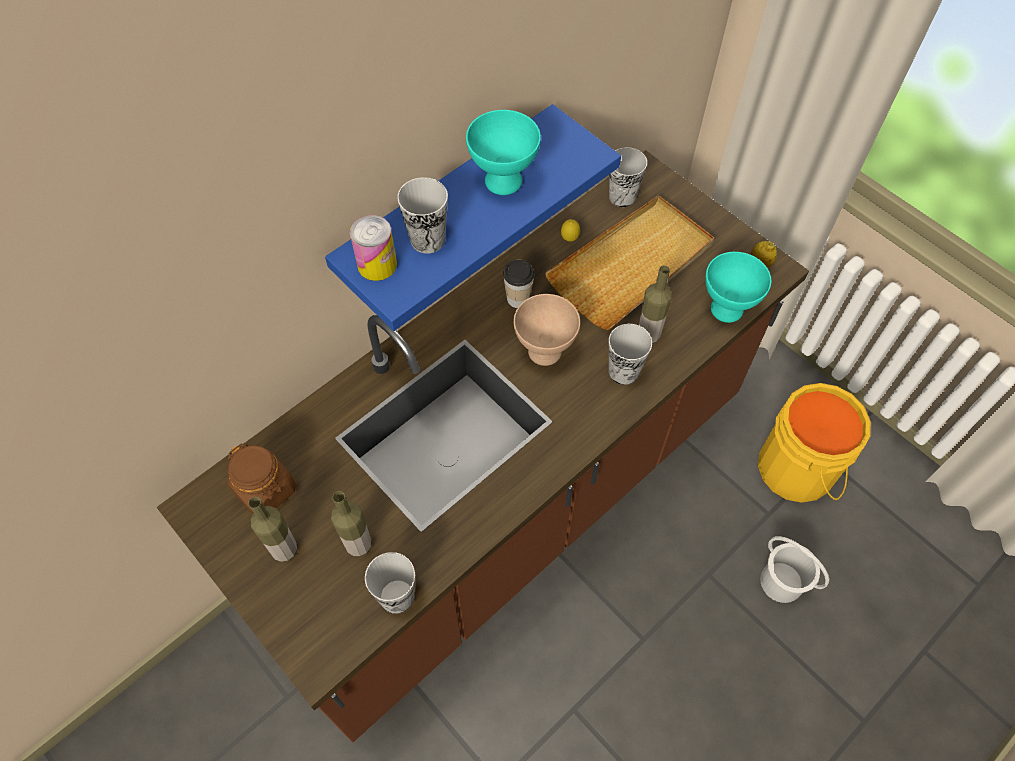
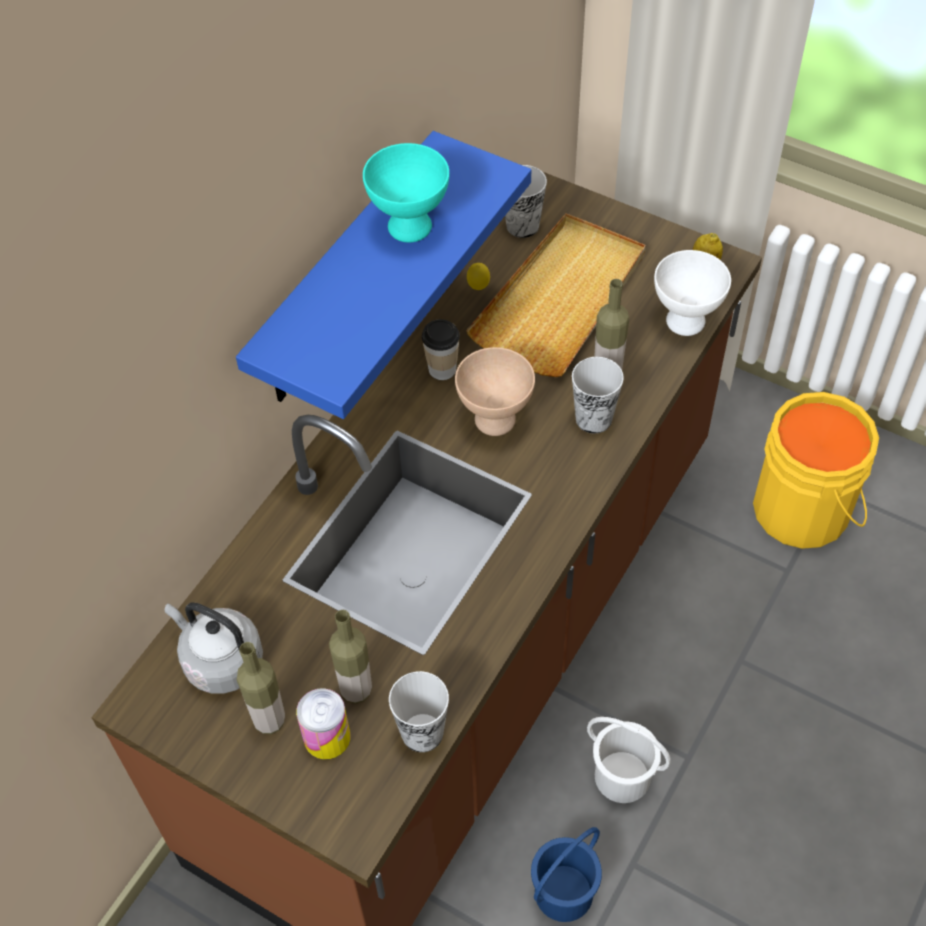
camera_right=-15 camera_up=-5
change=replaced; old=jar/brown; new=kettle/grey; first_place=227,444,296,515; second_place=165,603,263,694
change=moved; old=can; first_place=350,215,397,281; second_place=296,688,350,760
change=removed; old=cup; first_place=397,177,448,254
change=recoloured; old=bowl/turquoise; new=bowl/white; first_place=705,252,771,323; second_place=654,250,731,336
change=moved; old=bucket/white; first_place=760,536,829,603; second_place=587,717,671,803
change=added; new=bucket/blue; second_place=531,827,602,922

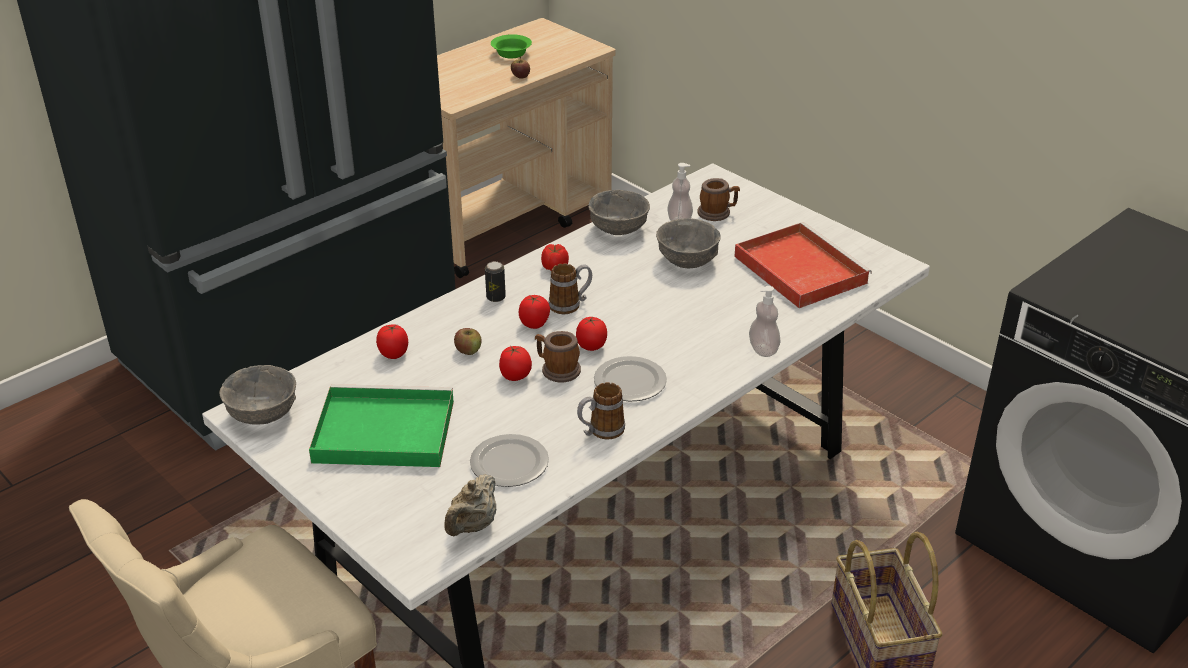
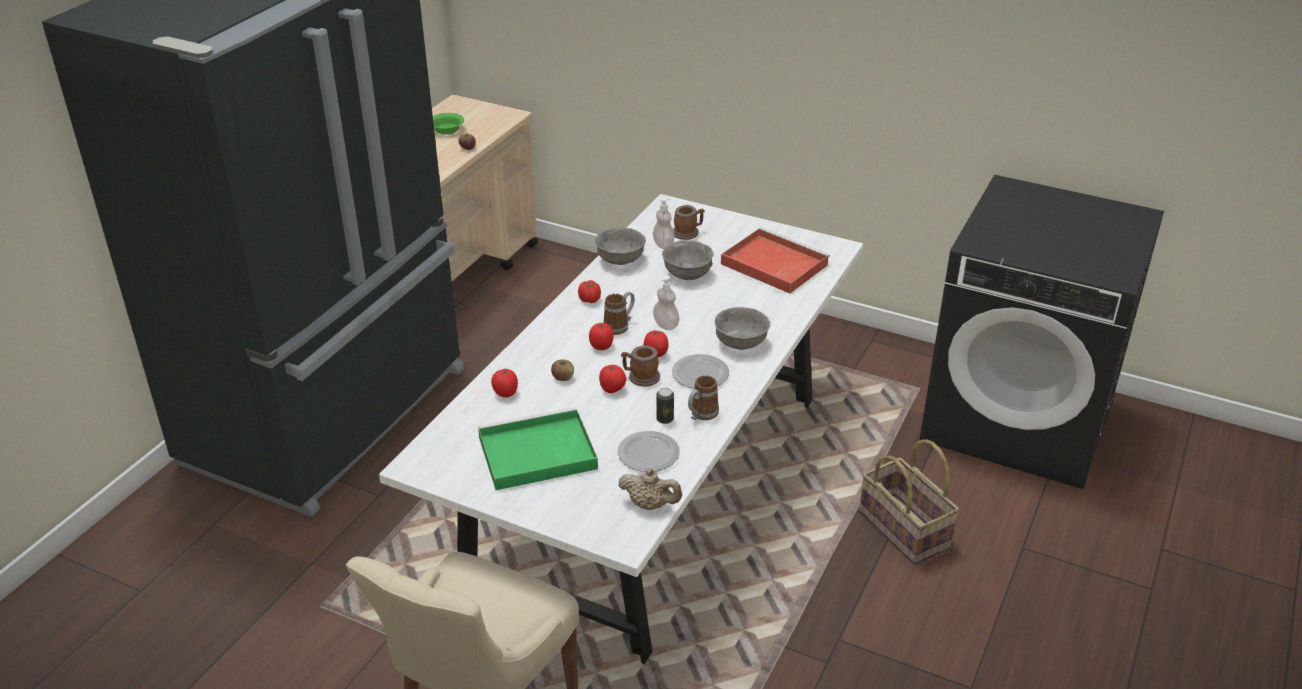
camera_right=-20 camera_up=0
change=moved; old=bowl/grey; first_place=219,365,296,425; second_place=715,307,770,350
change=turned; old=teapot/beige; first_place=444,474,496,536; second_place=618,468,682,510; degrees=-75
change=moved; old=can; first_place=485,261,506,302; second_place=656,388,674,424
change=moved; old=soap dispenser; first_place=749,286,781,357; second_place=653,275,680,330

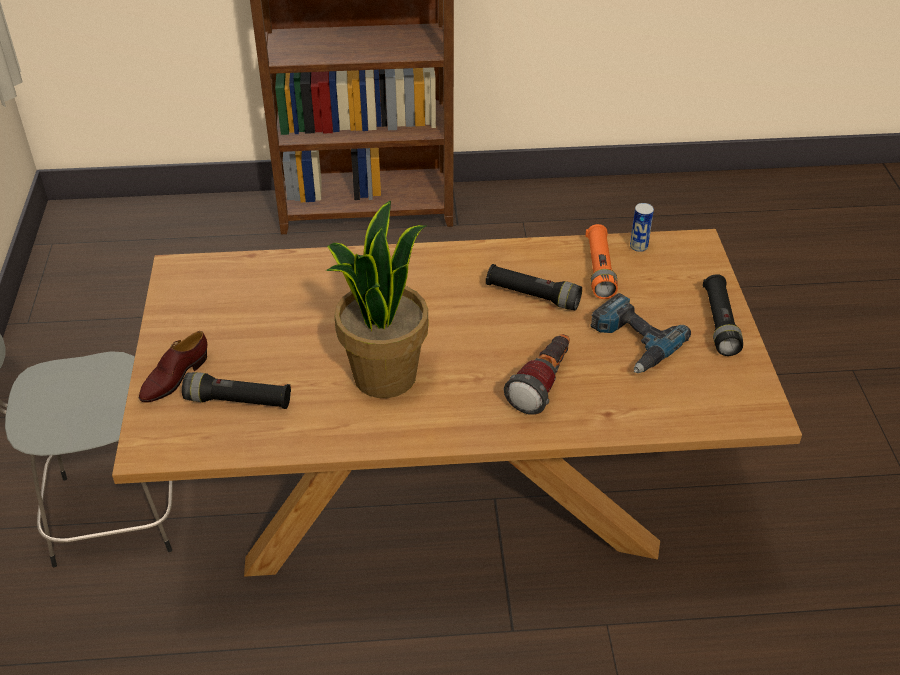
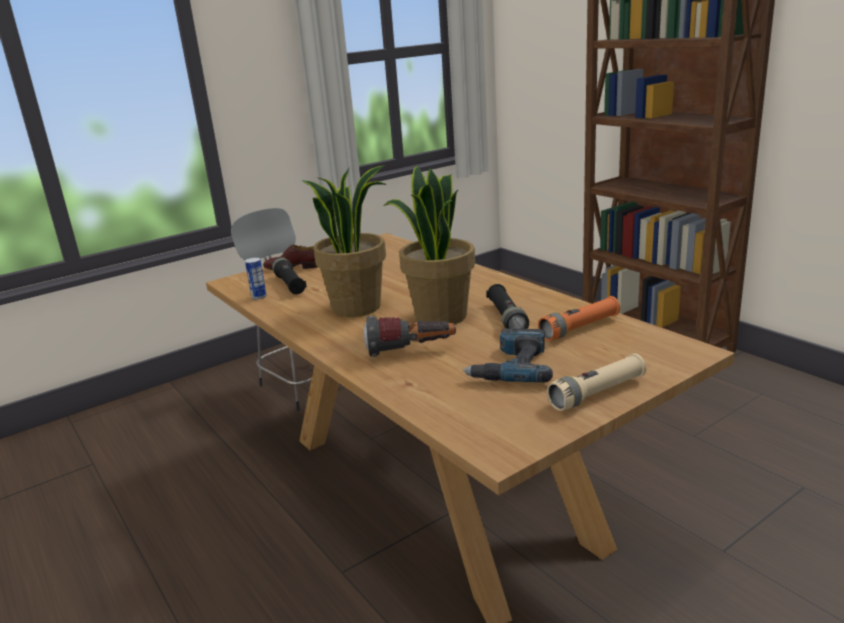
camera_right=60 camera_up=-20
change=moved; old=can; first_place=630,203,654,252; second_place=245,257,267,300
change=recoloured; old=flashlight/black; new=flashlight/beige; first_place=703,274,743,356; second_place=547,353,646,411
change=added; new=potted plant; second_place=383,165,475,324

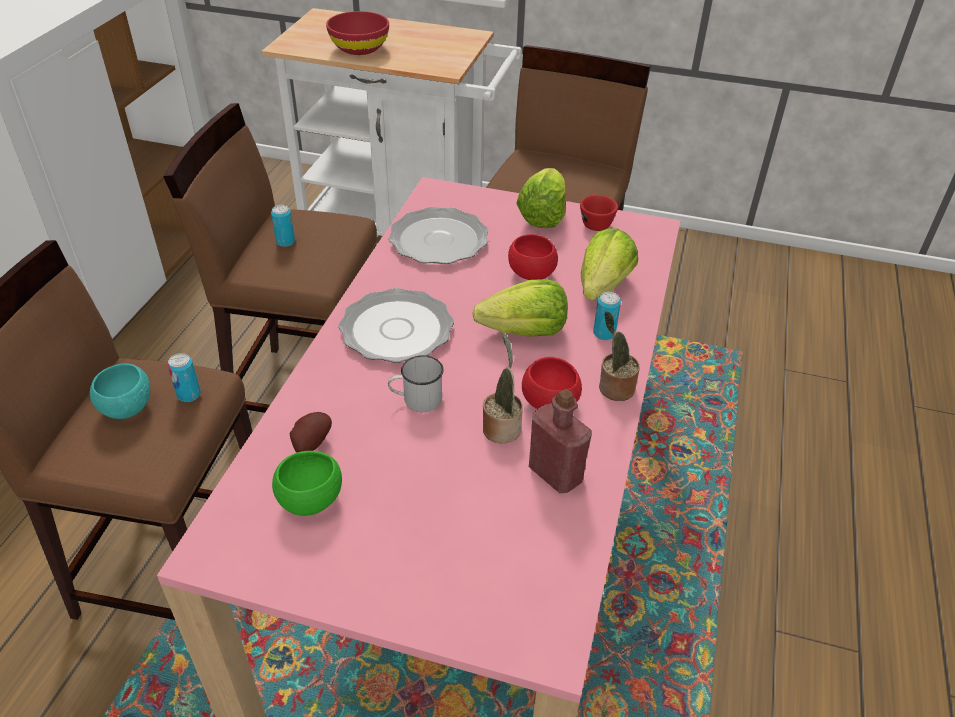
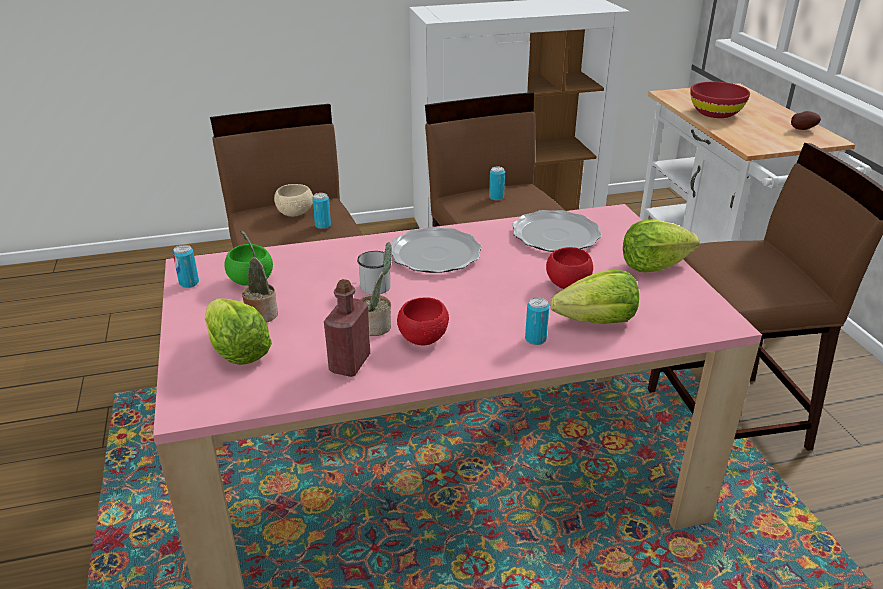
camera_right=60 camera_up=-10
change=recoloured; old=bowl/turquoise; new=bowl/beige; first_place=90,363,150,419; second_place=274,184,313,217
change=moved; old=potato; first_place=290,412,332,453; second_place=791,111,821,130
change=moved; old=lettuce; first_place=472,279,568,337; second_place=205,298,272,365
change=removed; old=cup/red; first_place=580,194,618,231
change=moved; old=potted plant; first_place=599,311,640,401; second_place=240,230,278,323
change=added; new=can; second_place=173,245,199,288

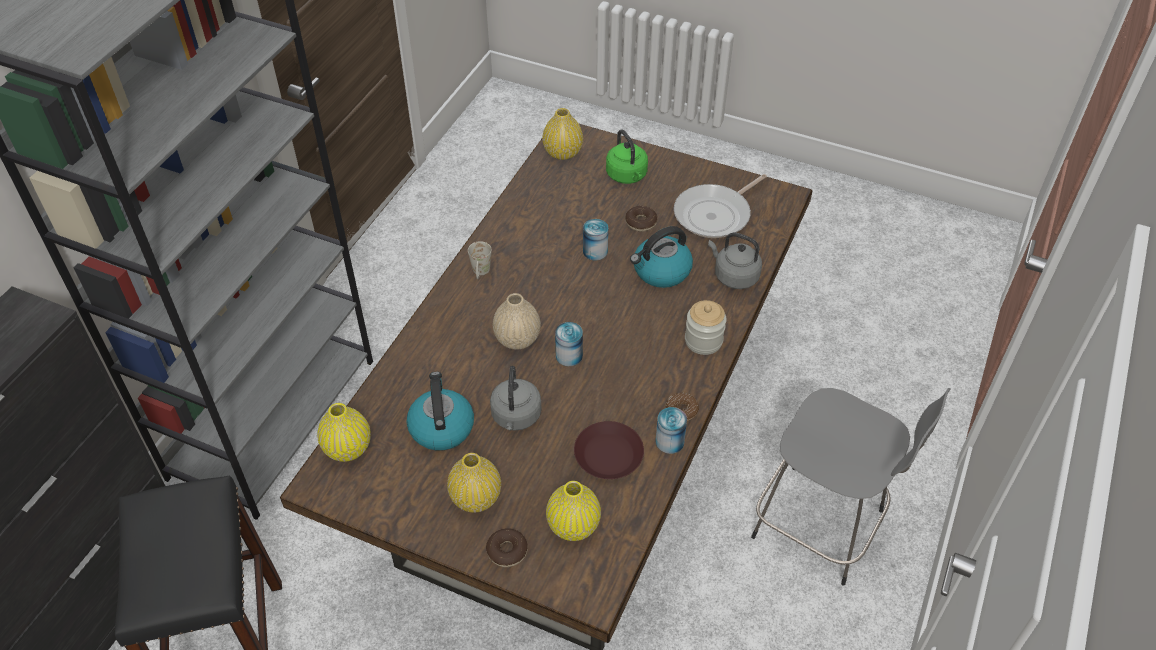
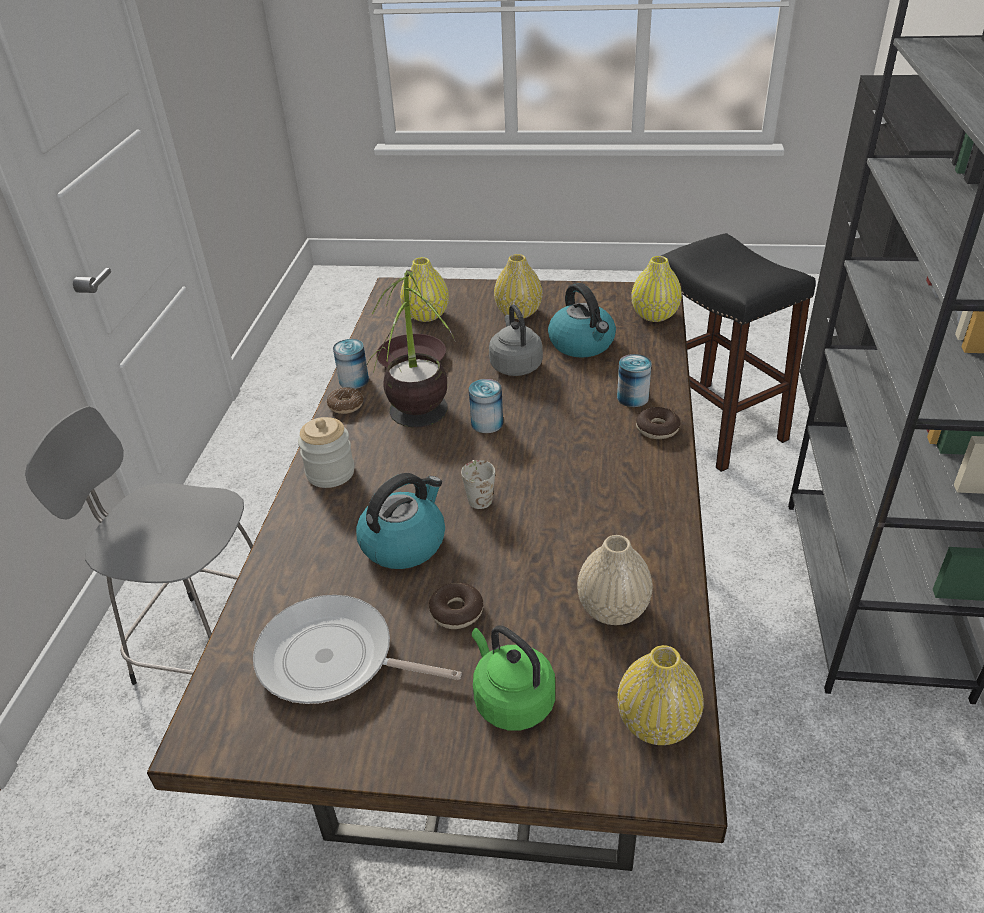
camera_right=165 camera_up=-10
change=moved; old=mug/white; first_place=468,241,492,279; second_place=461,460,495,509
change=moved; old=donut; first_place=486,528,528,567; second_place=636,407,680,439
change=moved; old=vase/beige; first_place=493,293,541,350; second_place=577,535,653,625
change=moved; old=can; first_place=583,219,608,260; second_place=617,354,652,407
change=turned; old=frying pan; first_place=674,174,767,238; second_place=253,595,462,704; degrees=-105
change=removed; old=kettle/grey; first_place=708,233,762,289
change=added; new=potted plant; second_place=366,270,455,428

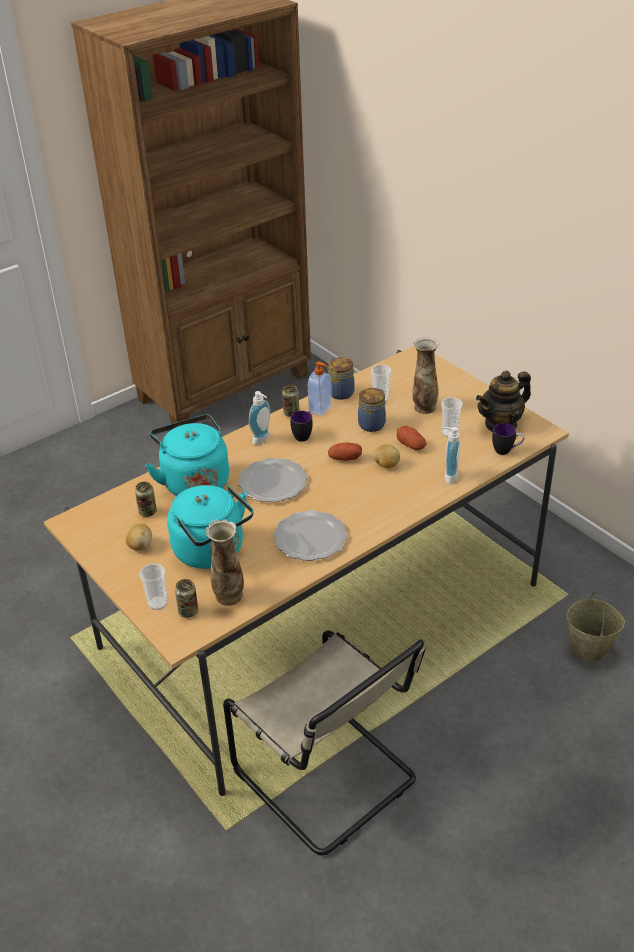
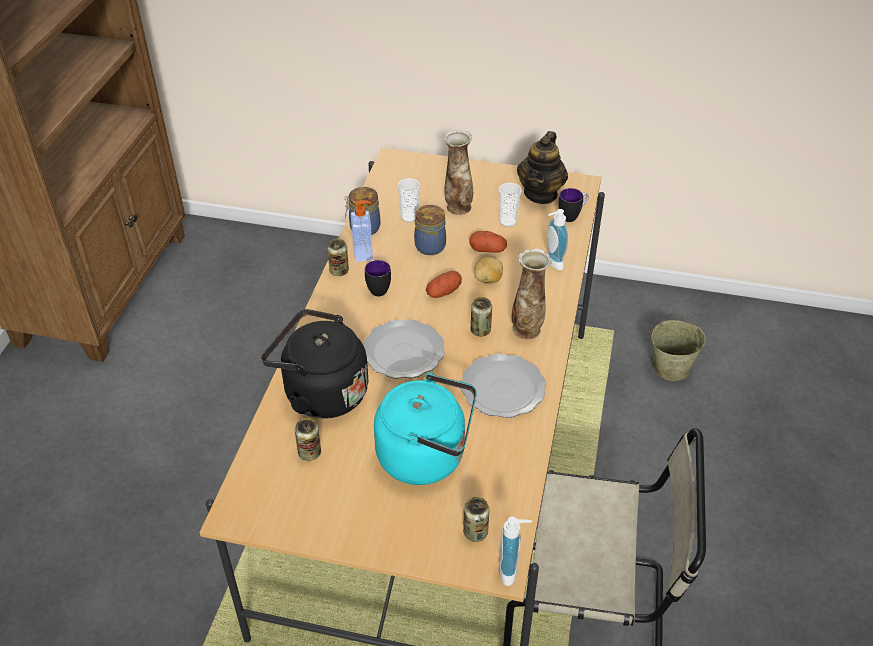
camera_right=-40 camera_up=5
change=removed; old=potato; first_place=126,523,152,551
change=removed; old=cup; first_place=140,563,168,610
change=recoloured; old=kettle/turquoise; new=kettle/black; first_place=146,414,229,496; second_place=261,309,368,419
change=moved; old=vase; first_place=206,519,244,606; second_place=512,248,552,340
change=moved; old=soap dispenser; first_place=249,391,270,445; second_place=498,517,532,586
change=added; new=can; second_place=471,297,492,336

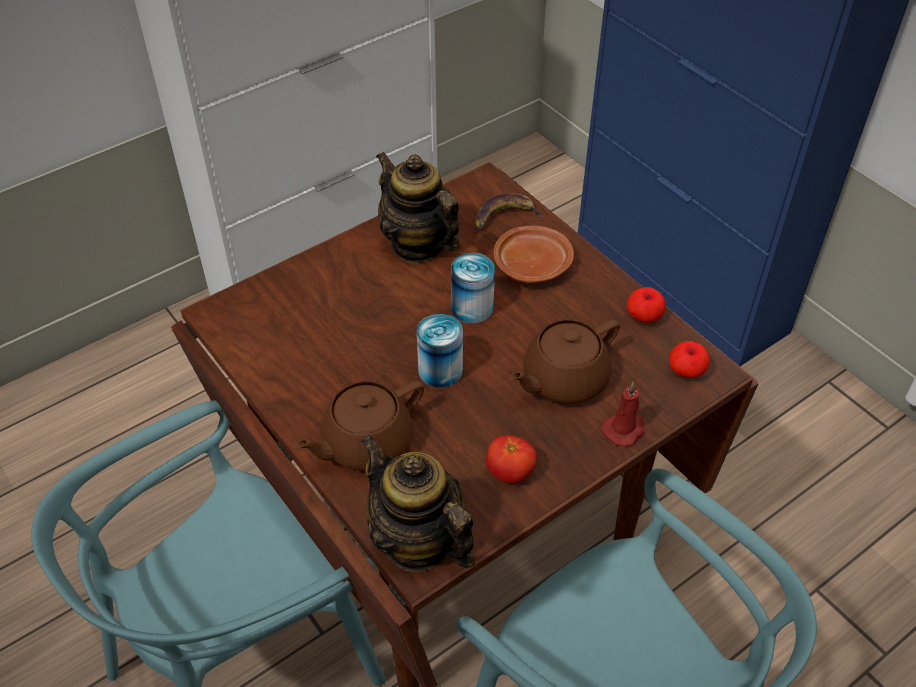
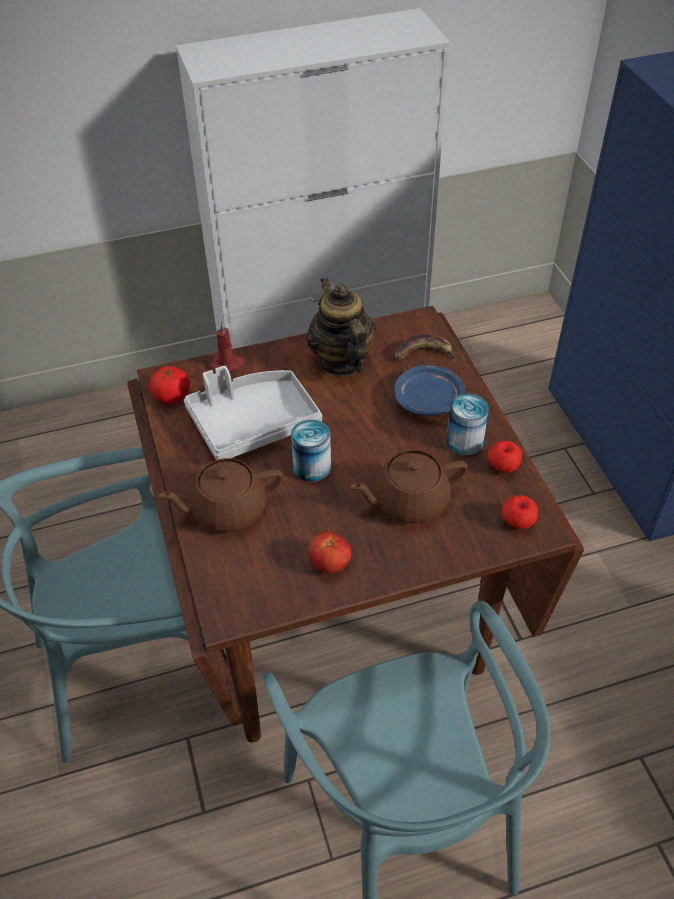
camera_right=20 camera_up=0
change=removed; old=teapot; first_place=361,435,475,572
change=moved; old=can; first_place=451,253,495,324; second_place=446,394,489,455
change=recoloured; old=plate/brown; new=plate/blue; first_place=494,225,574,283; second_place=394,365,465,416
change=moved; old=candle/red; first_place=602,381,645,447; second_place=211,322,245,372
change=added; new=tomato; second_place=150,366,190,404
change=added; new=tray/grey; second_place=184,366,322,460

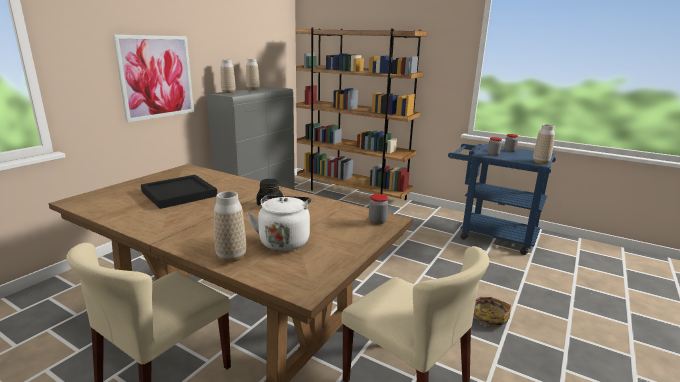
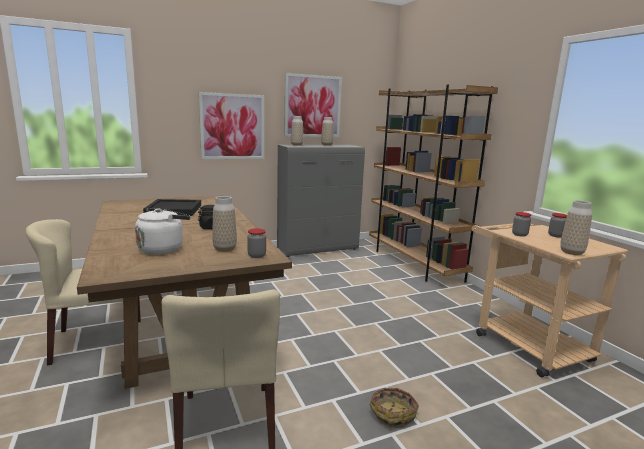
camera_right=35 camera_up=-5
change=moved; old=vase; first_place=214,191,246,263; second_place=212,196,237,252
change=recoloured; old=cart/blue; new=cart/beige; first_place=448,144,556,255; second_place=472,223,628,377
change=added; new=picture; second_place=284,73,342,137

